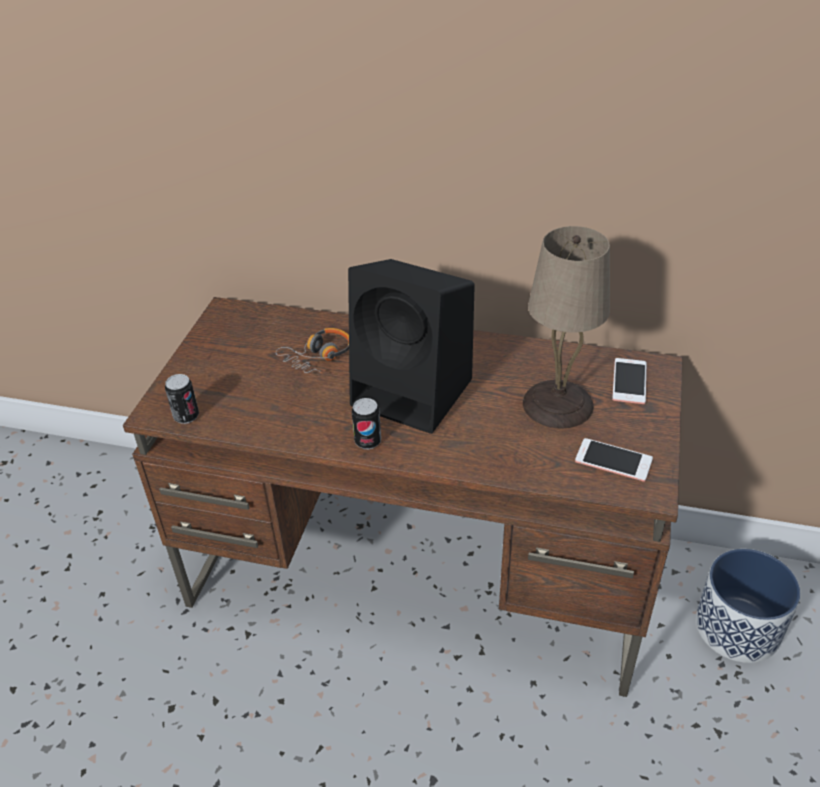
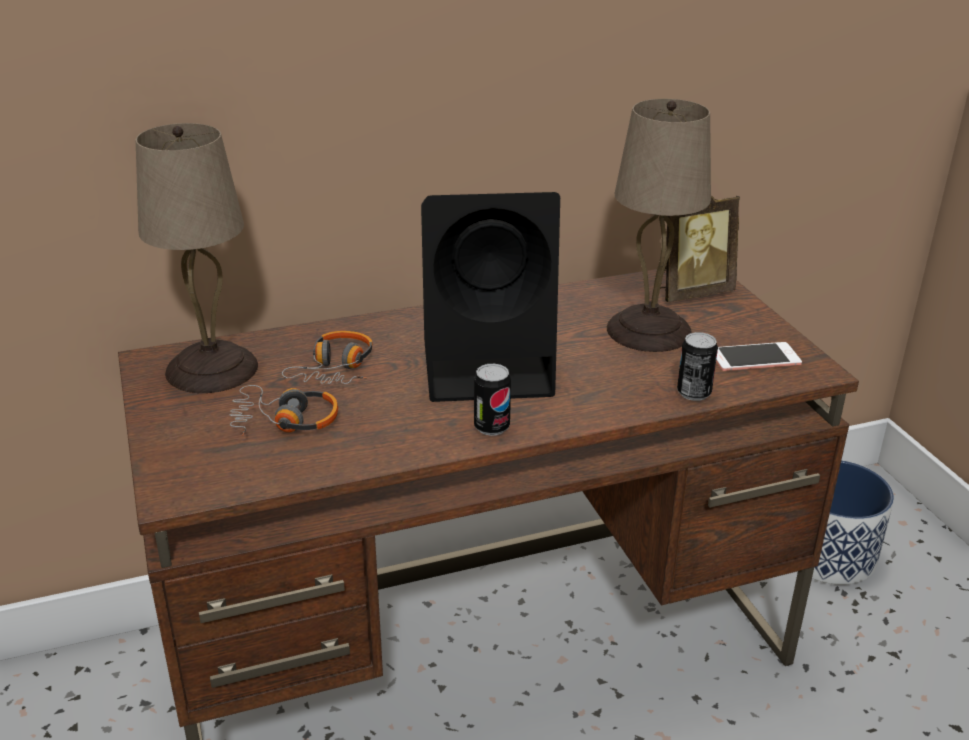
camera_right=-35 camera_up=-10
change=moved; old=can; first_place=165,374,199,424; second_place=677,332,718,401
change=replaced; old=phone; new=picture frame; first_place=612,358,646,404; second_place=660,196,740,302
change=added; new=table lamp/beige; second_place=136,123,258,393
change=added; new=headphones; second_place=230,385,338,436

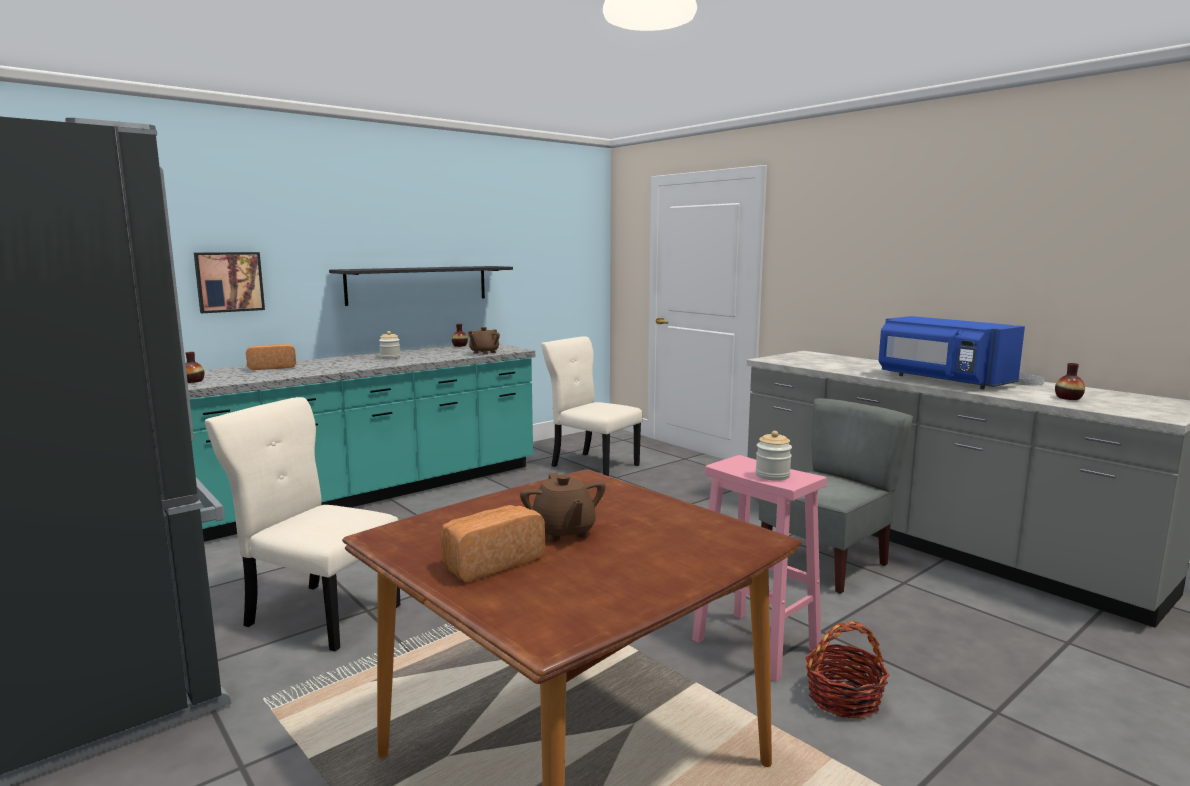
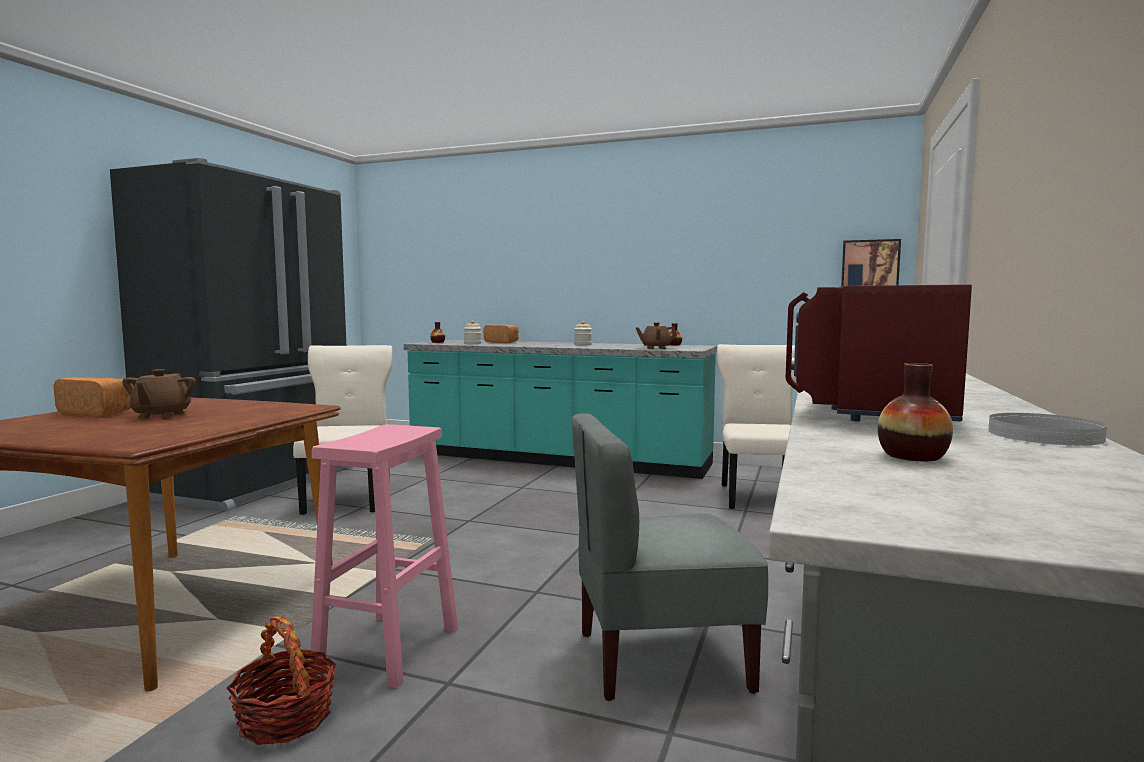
camera_right=60 camera_up=-5
change=moved; old=picture; first_place=194,252,265,313; second_place=841,239,901,286
change=removed; old=shelf/black; first_place=329,266,513,306
change=turned; old=teapot/brown; first_place=520,473,606,542; second_place=122,369,196,418; degrees=-45
change=moved; old=jar; first_place=755,431,792,481; second_place=464,321,481,344
change=turned; old=chair/grey; first_place=759,398,913,594; second_place=572,413,768,701; degrees=150
change=recoloured; old=microwave/blue; new=microwave/red; first_place=879,316,1025,389; second_place=786,284,972,421

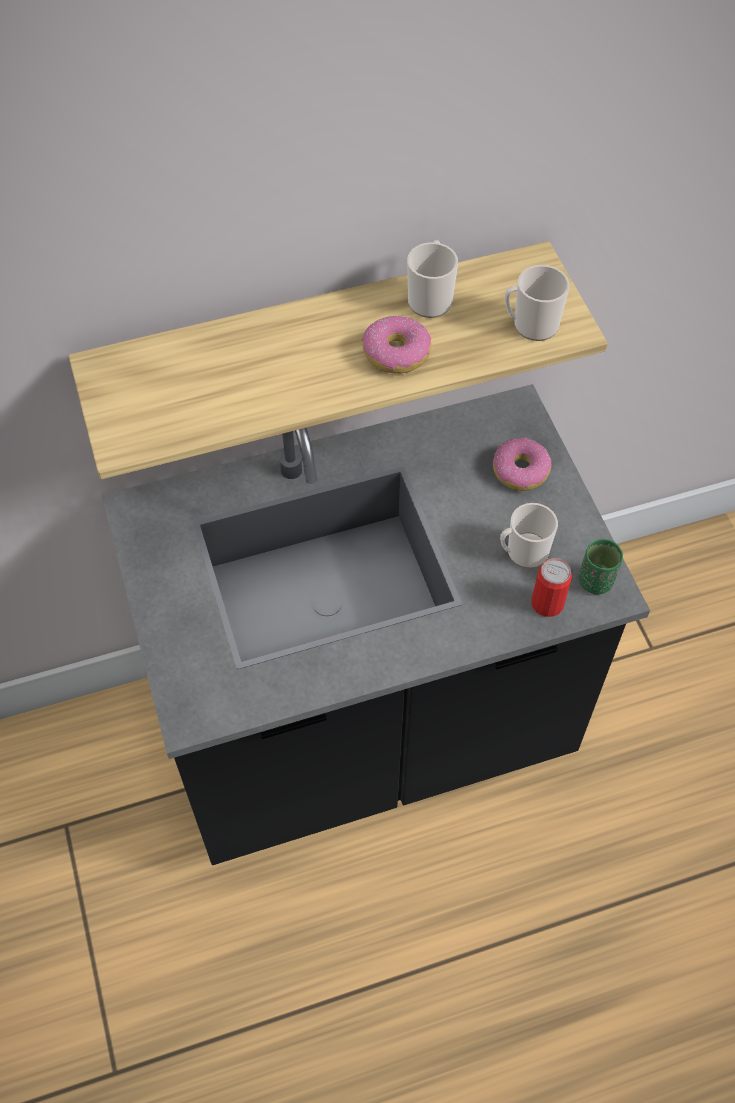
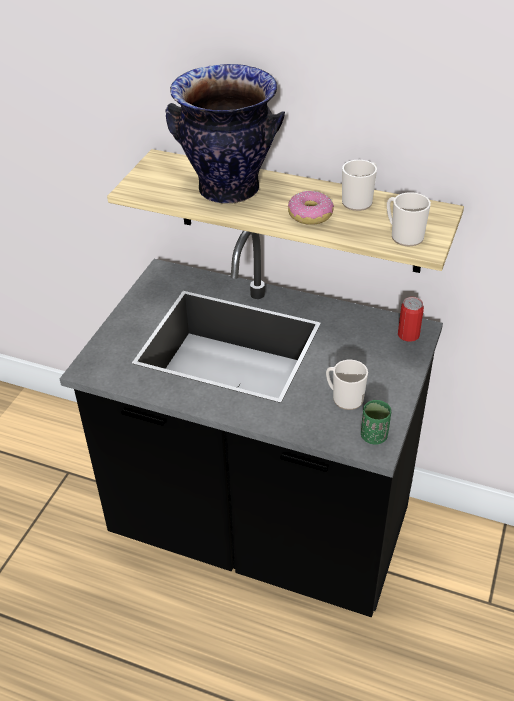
camera_right=40 camera_up=-15
change=removed; old=donut; first_place=493,437,551,491
change=moved; old=can; first_place=531,558,572,617; second_place=398,297,424,342
change=added; new=vase; second_place=165,64,285,204

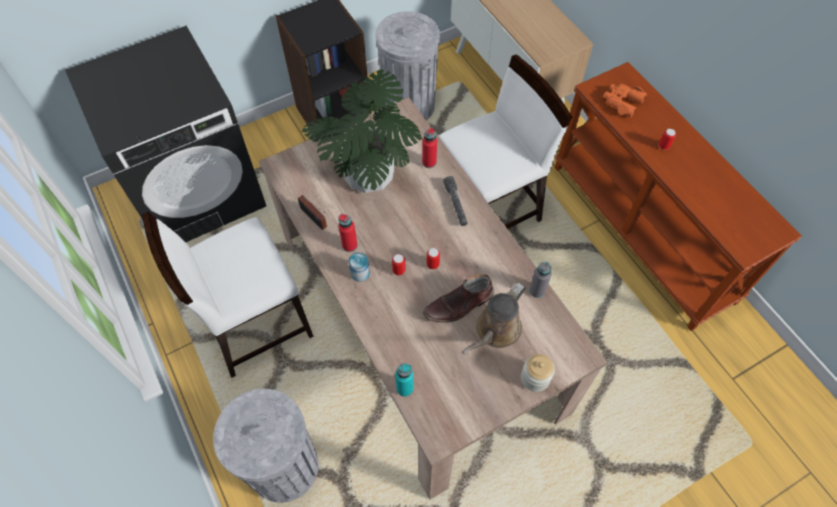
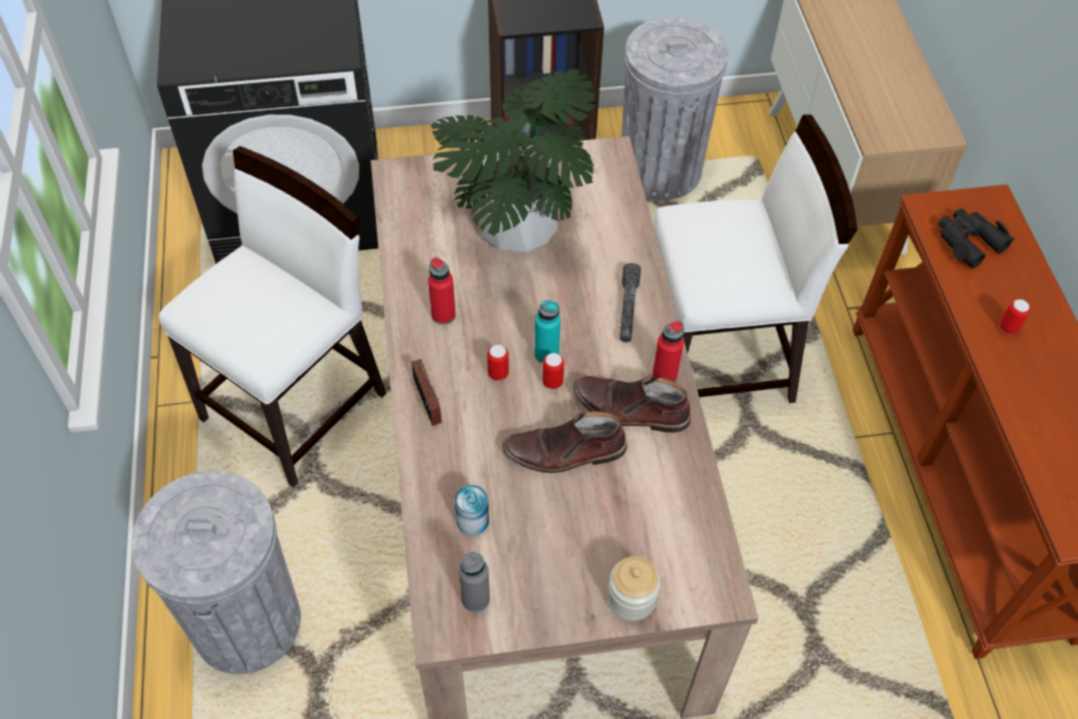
camera_right=20 camera_up=-5
change=turned; old=chair/white; first_place=142,211,314,378; second_place=159,146,386,487; degrees=135
change=moved; old=radio; first_place=298,195,327,230; second_place=412,359,442,426
change=moved; old=can; first_place=348,252,370,282; second_place=455,485,489,535
change=moved; old=bottle/turquoise; first_place=395,363,414,397; second_place=535,300,561,364
change=moved; old=bottle/red; first_place=422,127,437,168; second_place=652,321,684,382
change=removed; old=watering can/brown; first_place=462,283,526,354
change=moved; old=bottle/grey; first_place=529,262,552,298; second_place=459,552,490,612
change=recoloured; old=binoculars/orange; new=binoculars/black; first_place=603,84,648,118; second_place=938,208,1014,269
change=added; new=boot/brown; second_place=573,375,691,433

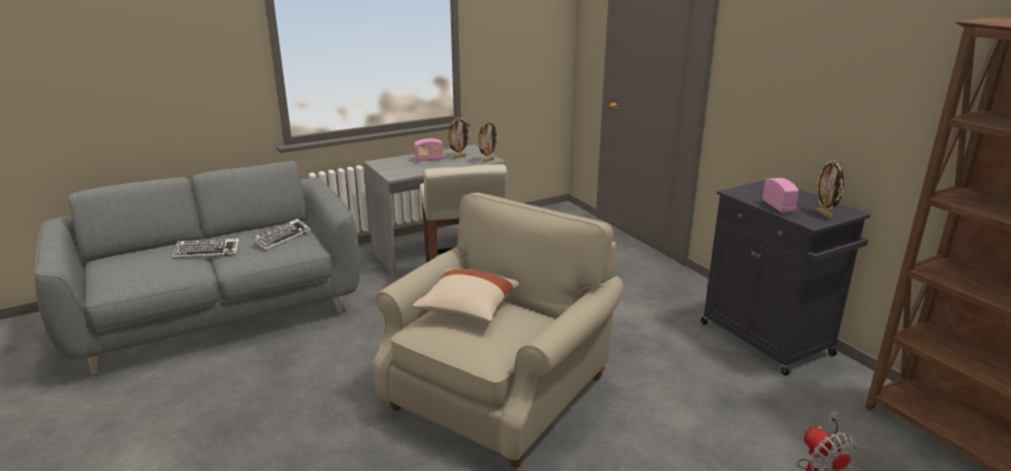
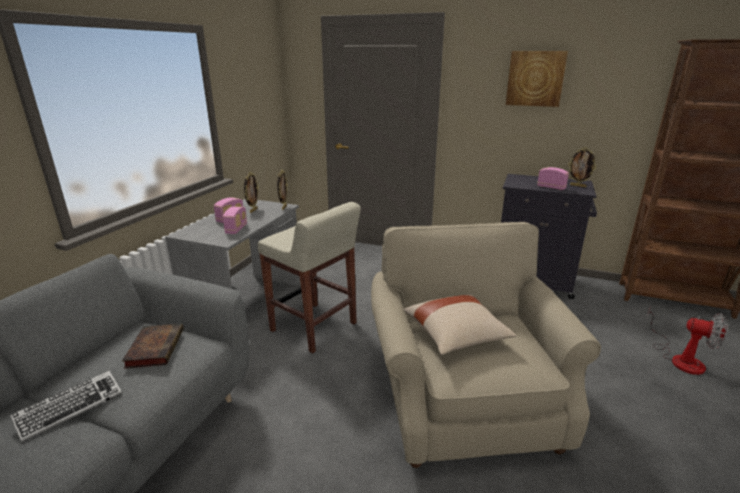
camera_right=-40 camera_up=0
change=replaced; old=keyboard; new=book; first_place=252,219,311,250; second_place=122,323,184,369
change=added; new=radio; second_place=223,207,247,234
change=added; new=picture; second_place=506,51,568,107

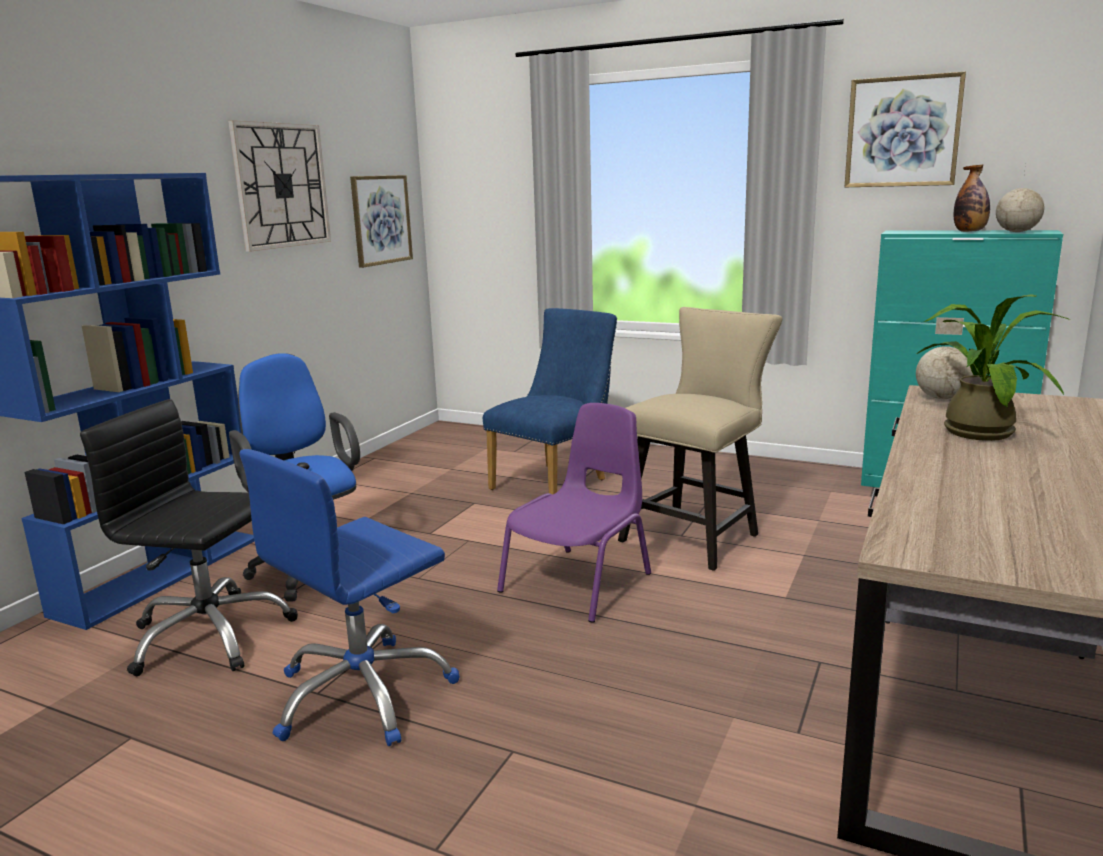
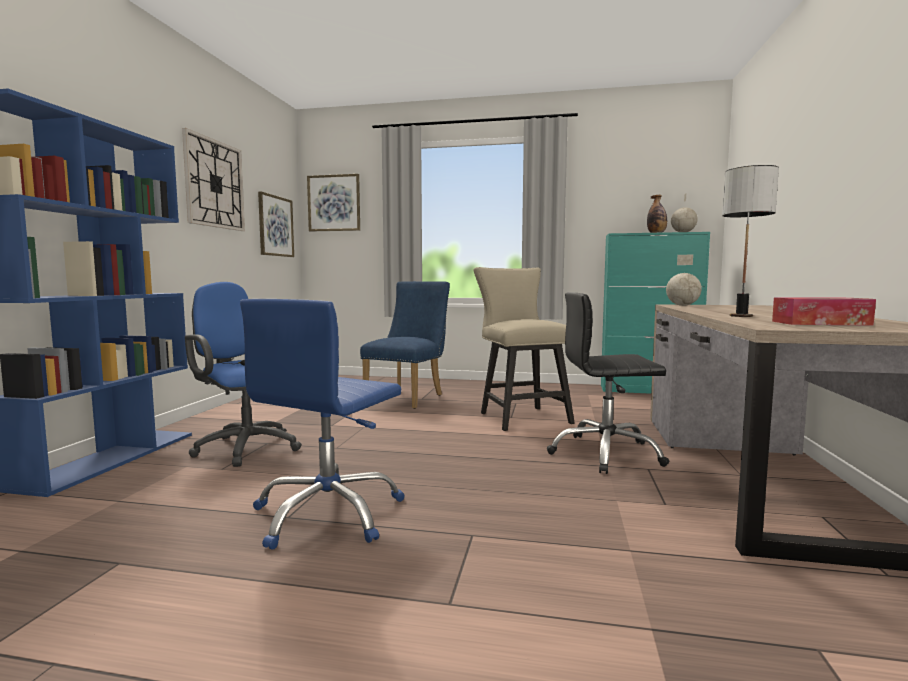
camera_right=-15 camera_up=-10
change=moved; old=office chair/black; first_place=80,399,298,676; second_place=547,292,669,474
change=removed; old=chair/purple; first_place=497,403,651,623
change=turned; old=chair/beige; first_place=618,307,782,571; second_place=474,267,575,431; degrees=-45
change=moved; old=picture; first_place=845,72,966,187; second_place=307,174,360,232
change=removed; old=potted plant; first_place=917,294,1071,441
change=added; new=table lamp; second_place=722,165,779,317
change=added; new=tissue box; second_place=772,297,876,326

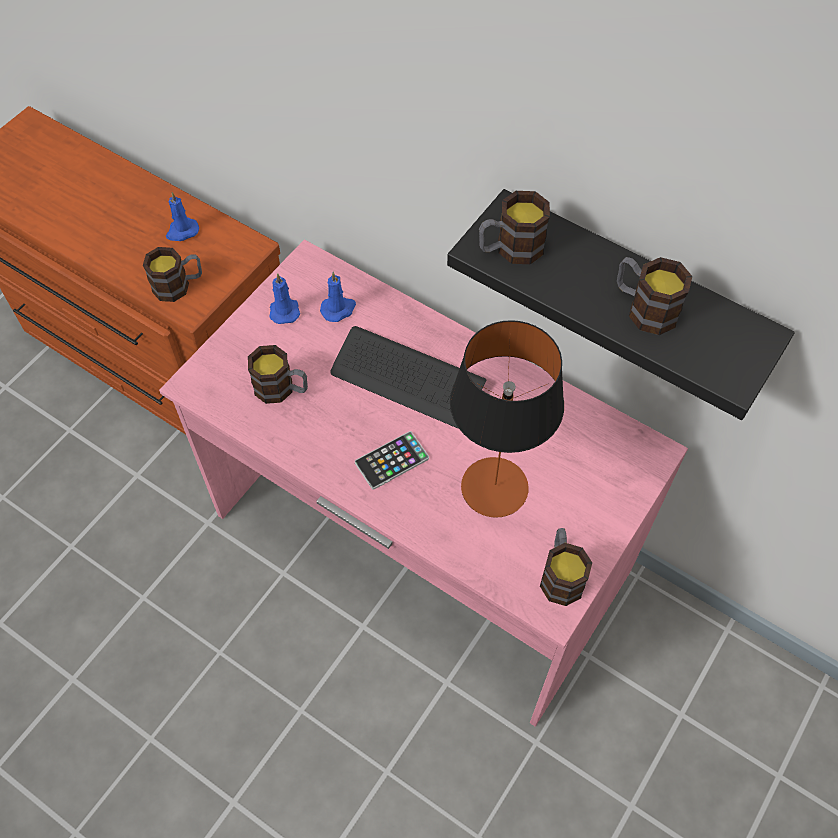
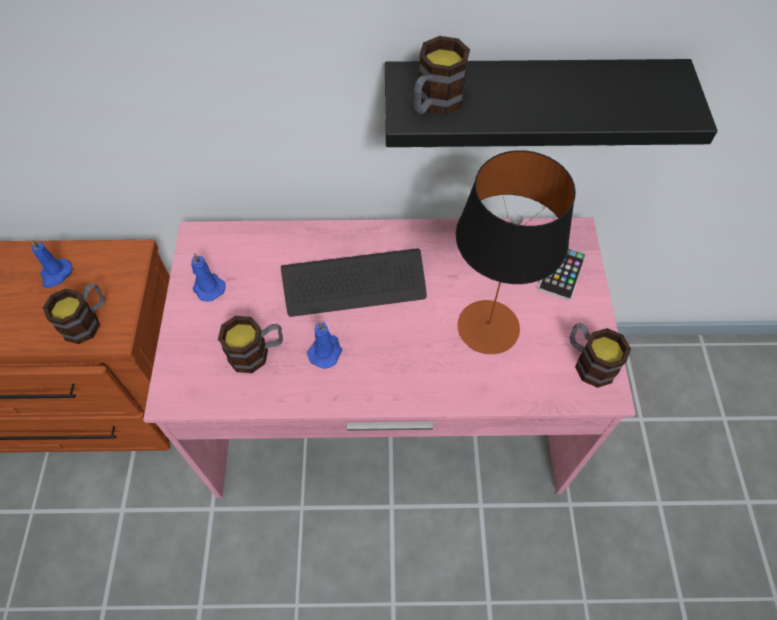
camera_right=-35 camera_up=0
change=moved; old=candle/blue; first_place=320,272,356,322; second_place=307,322,342,369
change=moved; old=phone; first_place=355,431,429,490; second_place=538,248,586,301
change=removed; old=mug; first_place=617,257,692,335

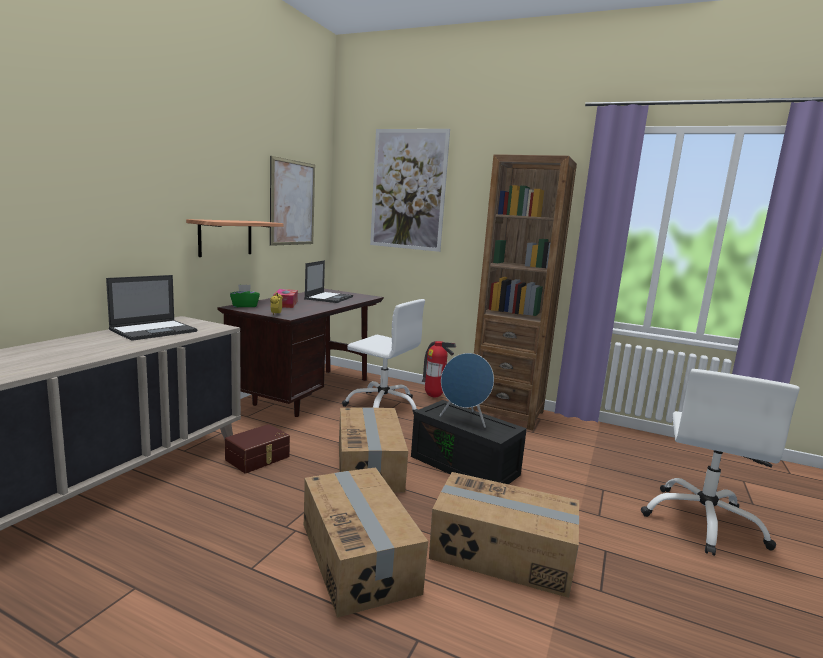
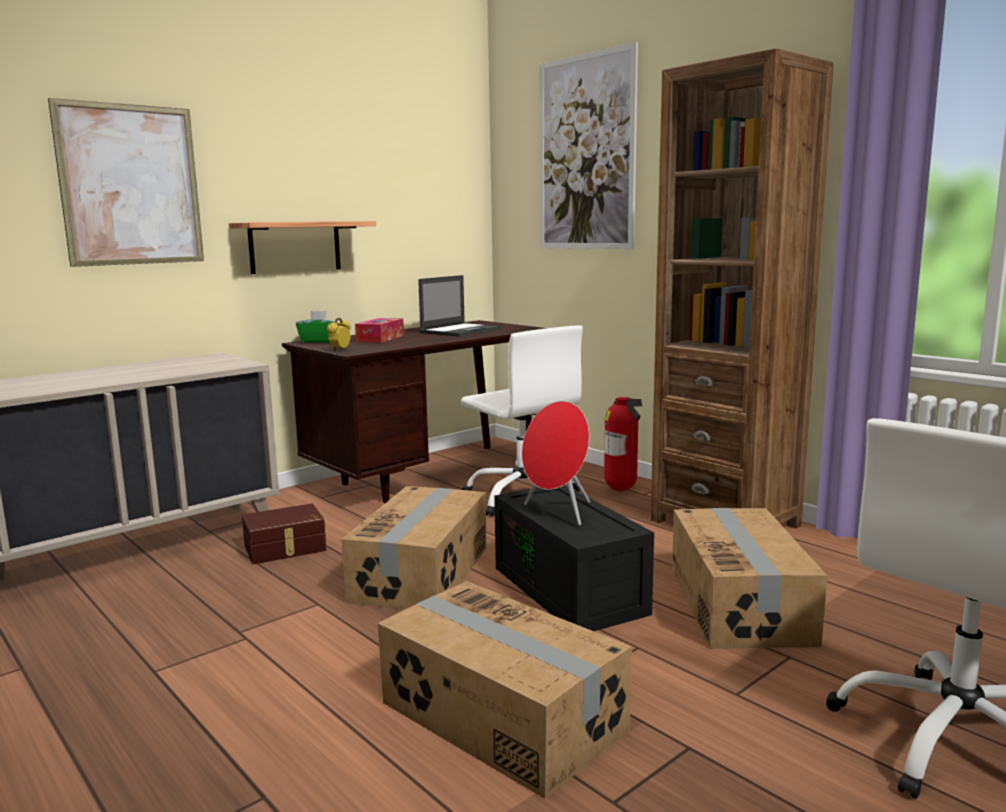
camera_right=25 camera_up=0
change=removed; old=laptop; first_place=106,275,197,341
change=moved; old=picture; first_place=270,156,315,246; second_place=48,98,204,267
change=moved; old=cardboard box; first_place=304,467,428,618; second_place=672,508,827,649
change=recoloured; old=speaker/blue; new=speaker/red; first_place=439,353,494,428; second_place=522,401,590,525

